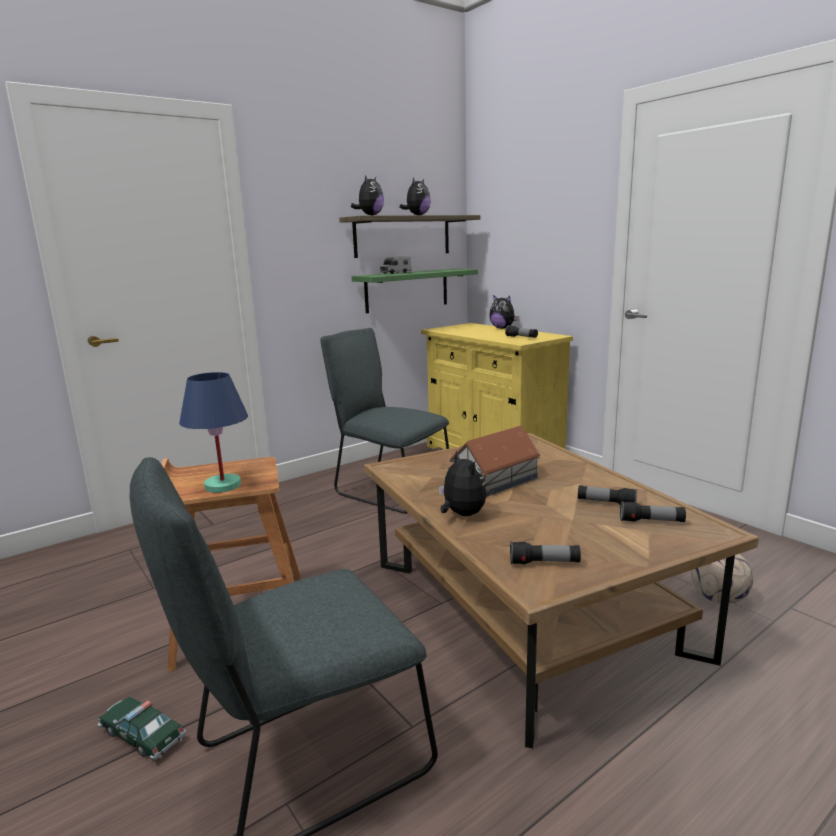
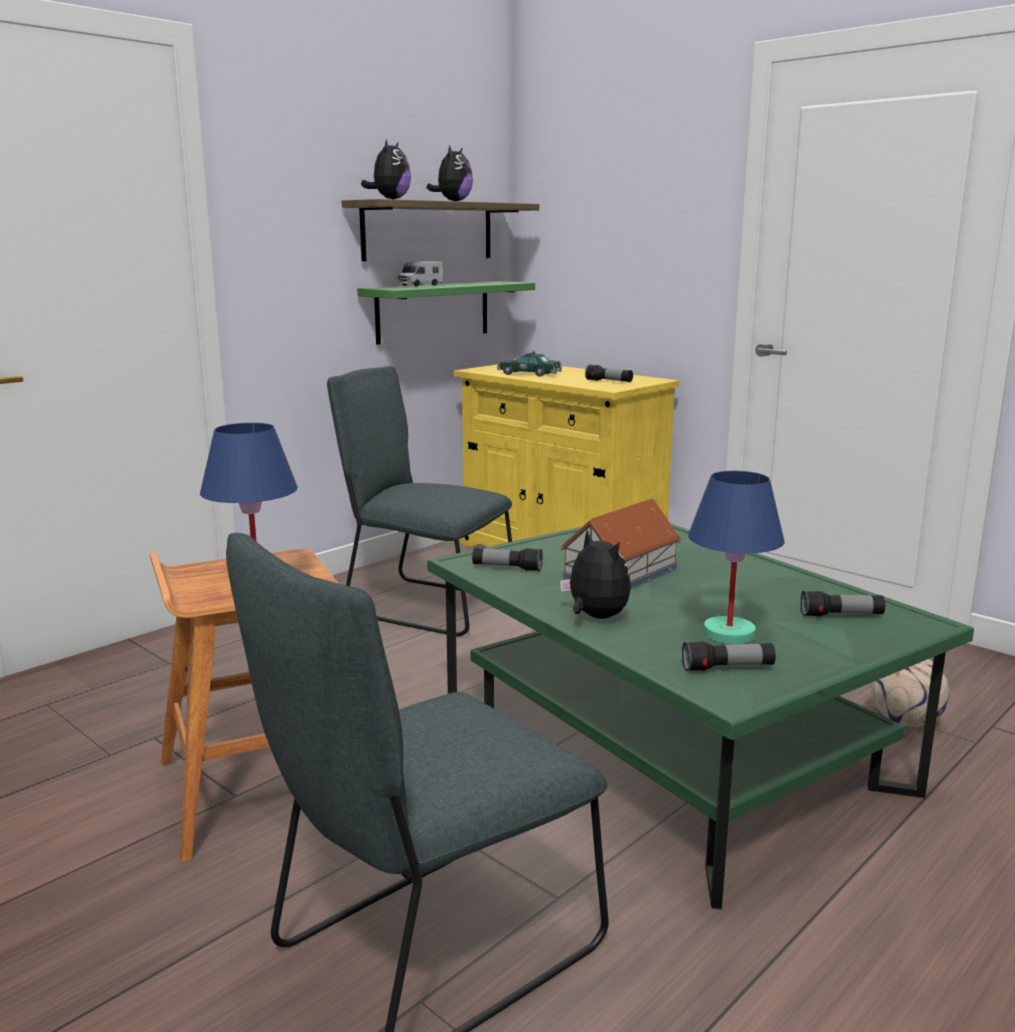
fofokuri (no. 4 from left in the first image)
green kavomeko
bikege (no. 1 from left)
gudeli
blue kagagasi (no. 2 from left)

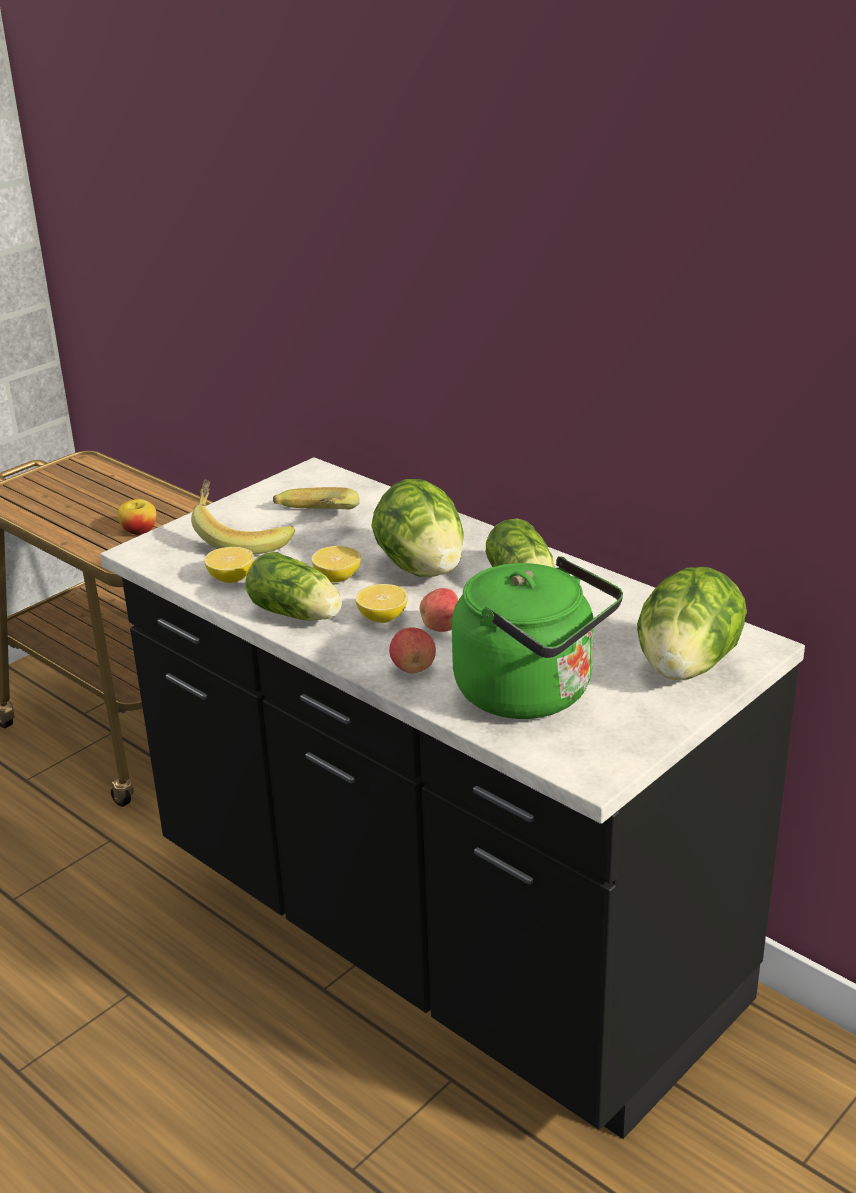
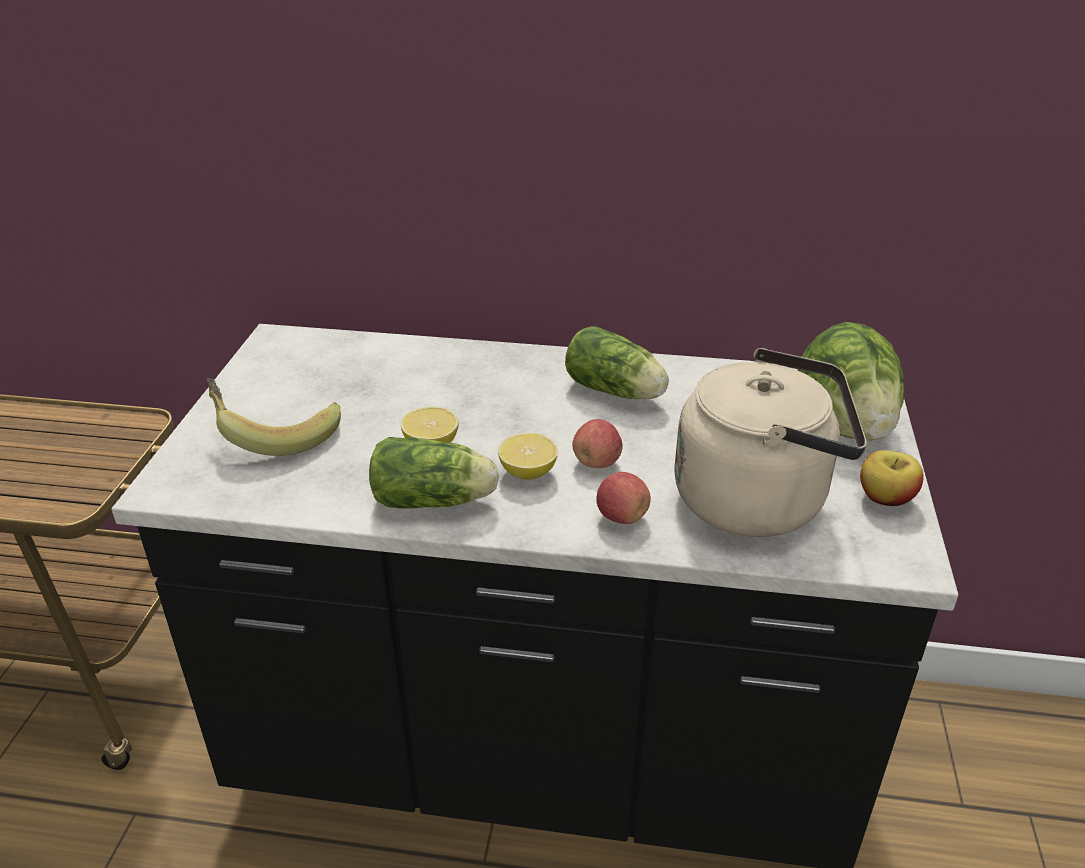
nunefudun (no. 2 from left in the first image)
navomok (no. 2 from left in the first image)
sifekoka (no. 3 from left)
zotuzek (no. 1 from left in the first image)
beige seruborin

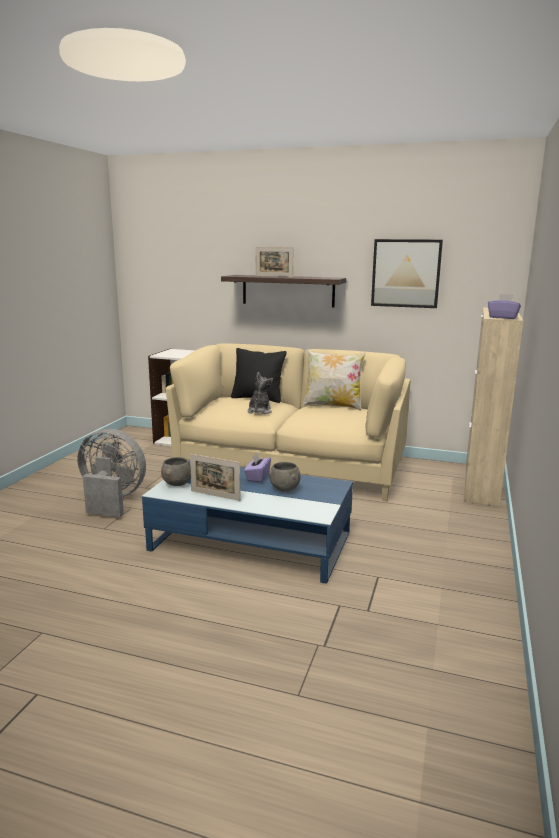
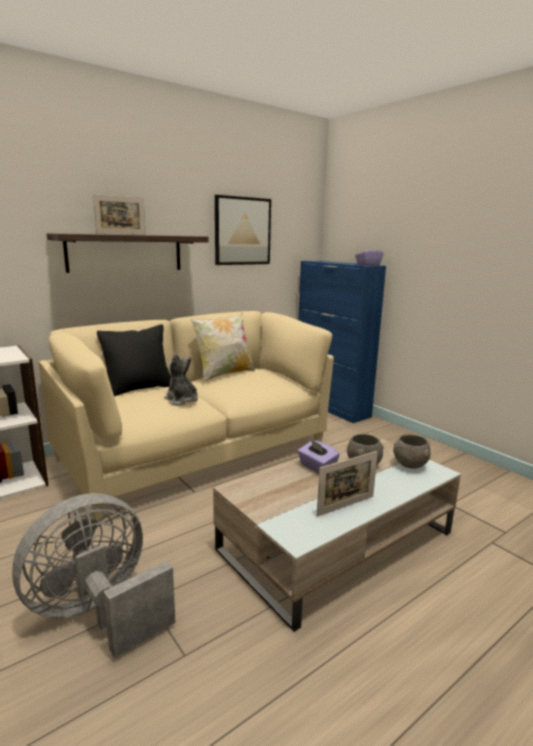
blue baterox
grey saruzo (no. 2 from left)
beige kavomeko

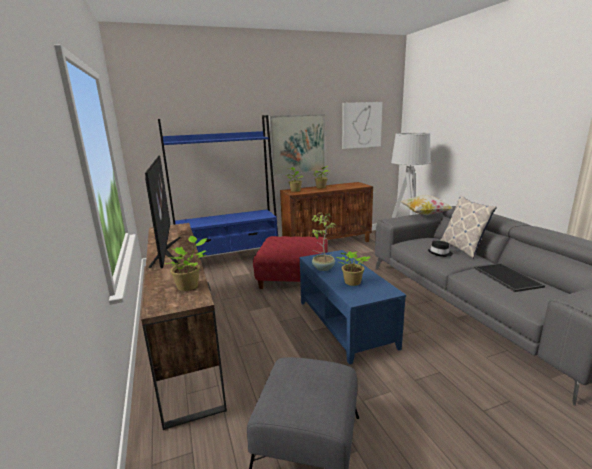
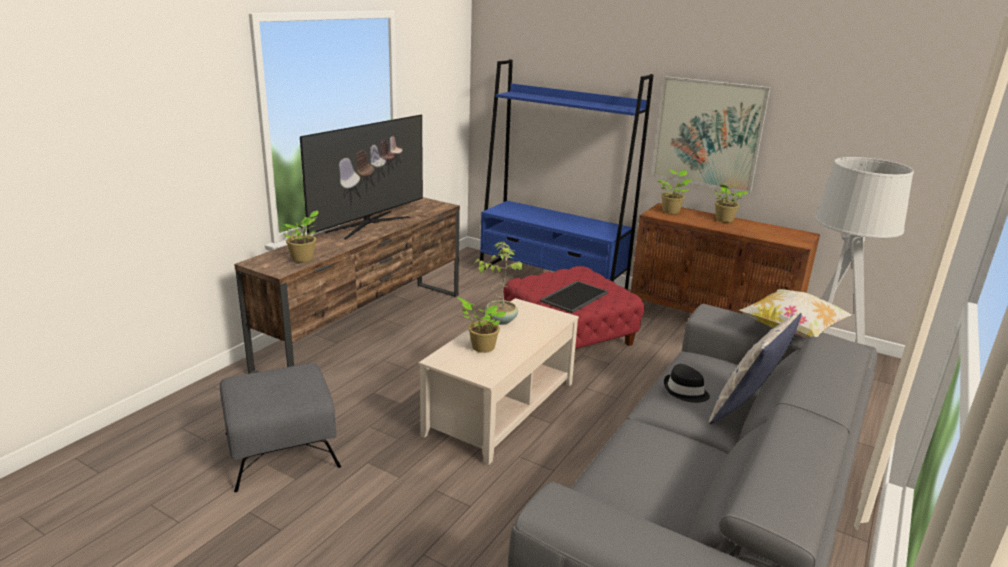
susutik (no. 2 from left in the first image)
beige kavomeko
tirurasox

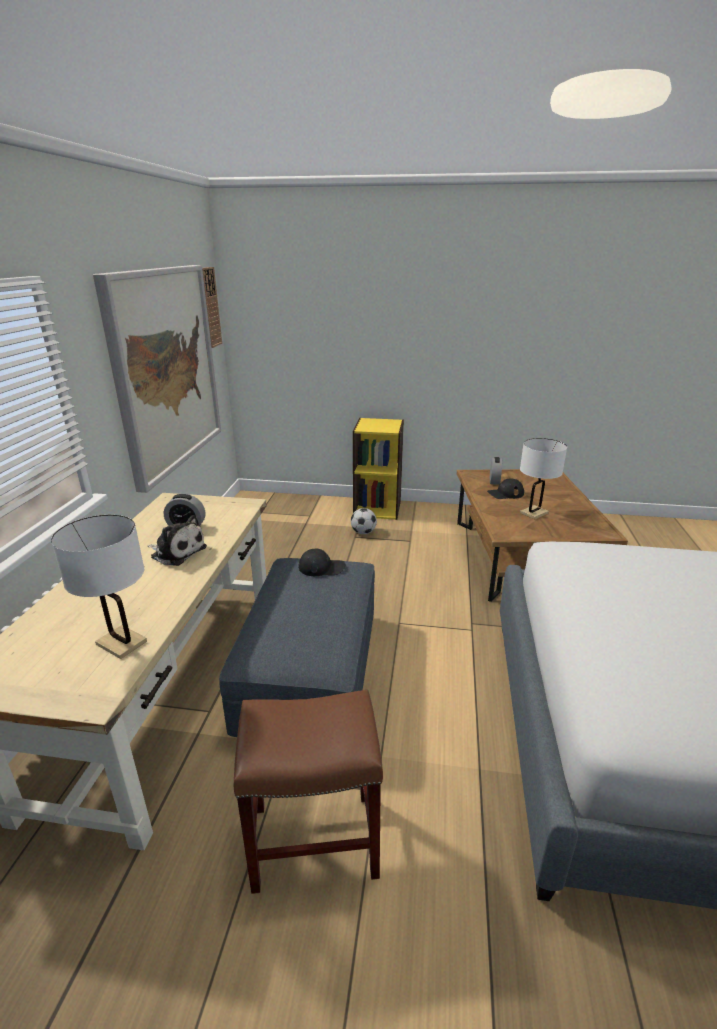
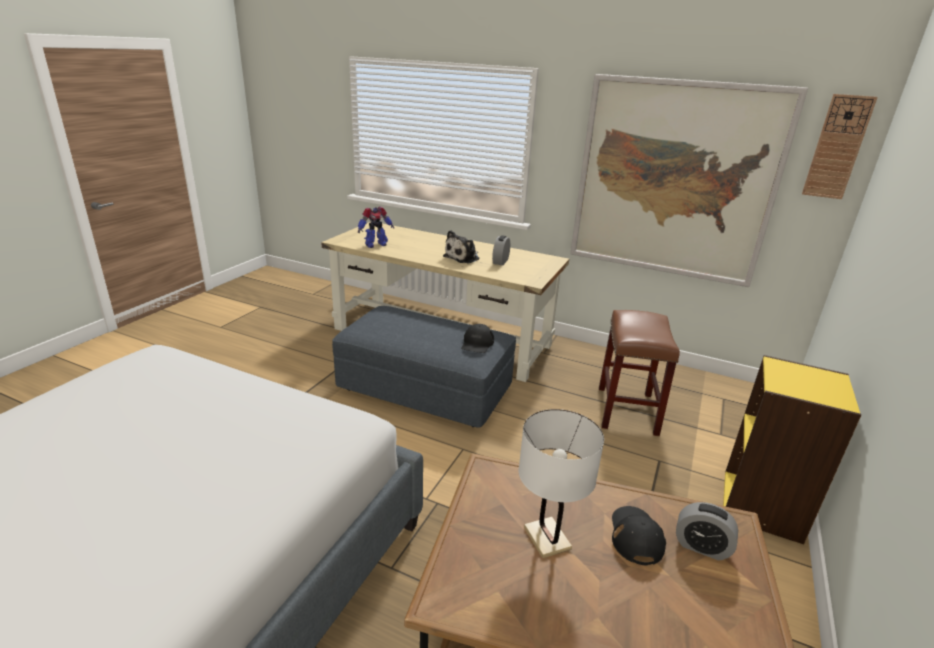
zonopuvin
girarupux
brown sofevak

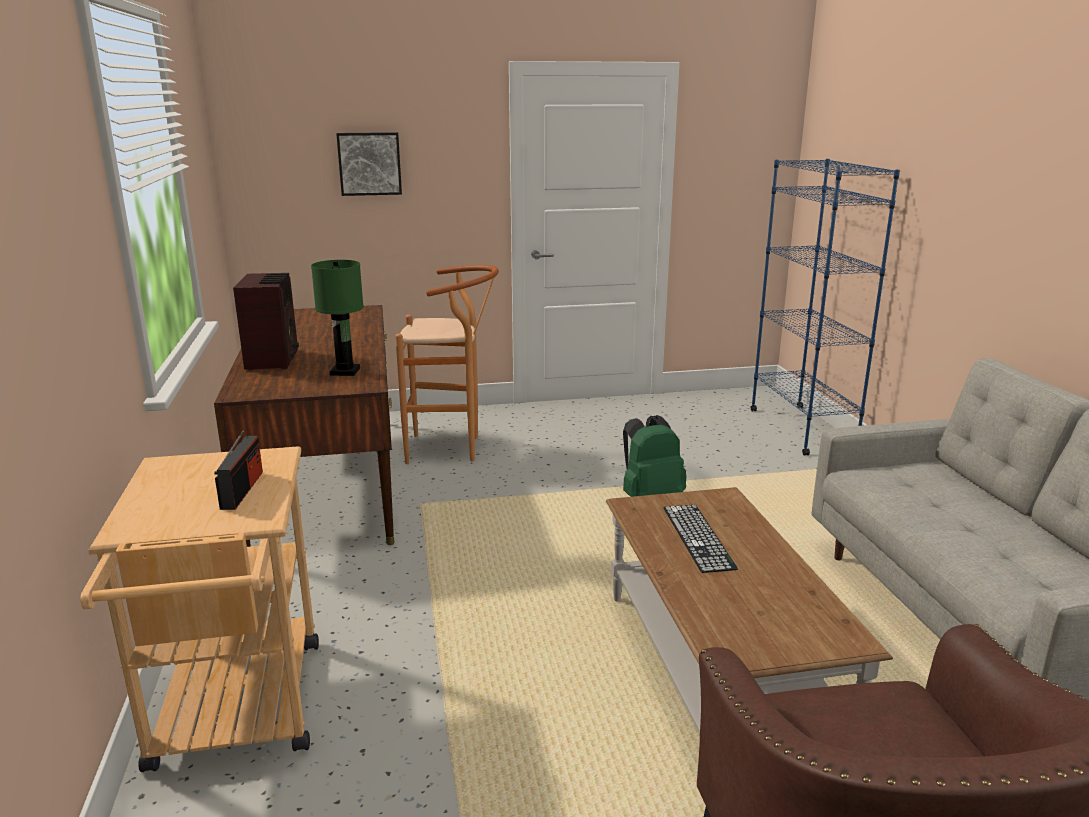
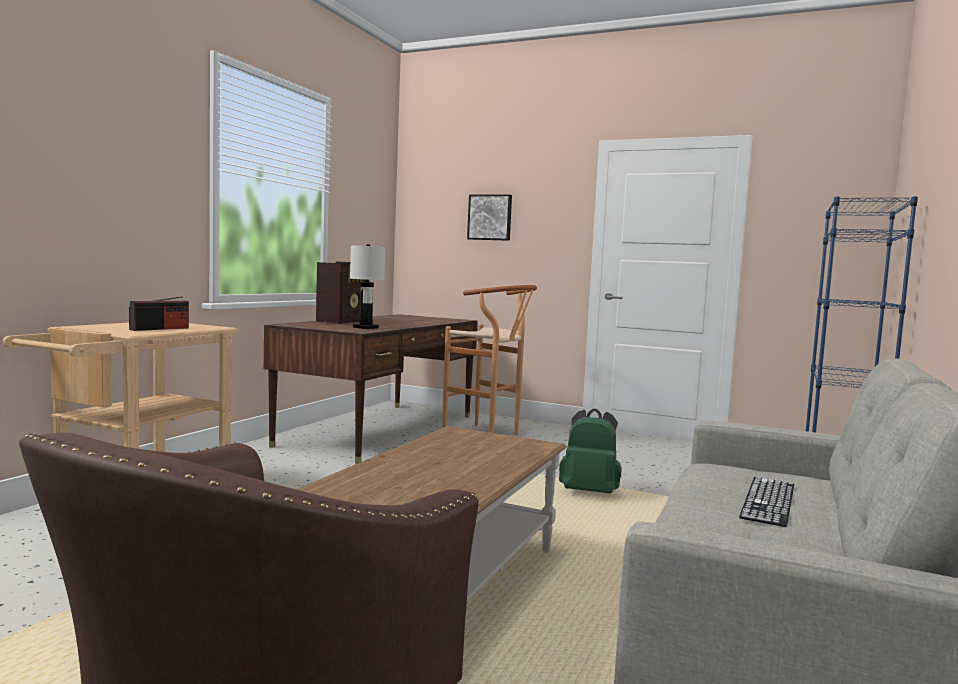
white kagagasi
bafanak

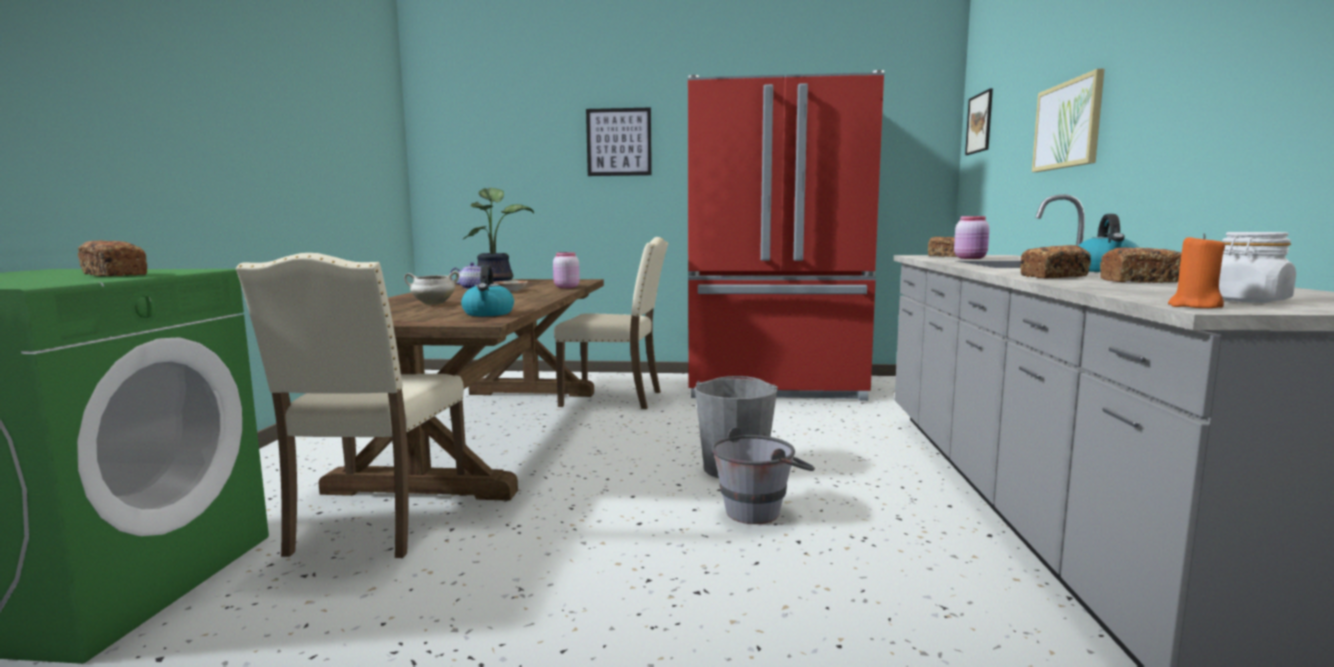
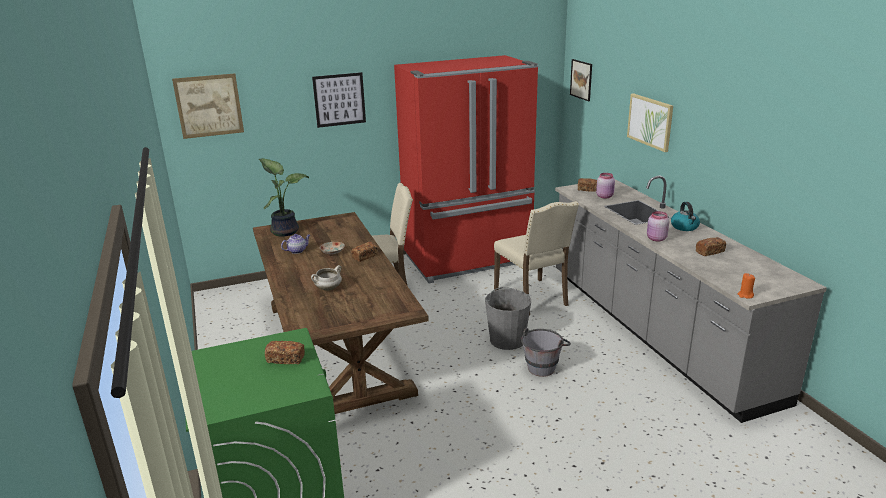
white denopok
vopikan (no. 2 from left)
pink denopok (no. 2 from left)
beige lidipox (no. 2 from left)
seruborin (no. 1 from left in the first image)
susutik (no. 1 from left)

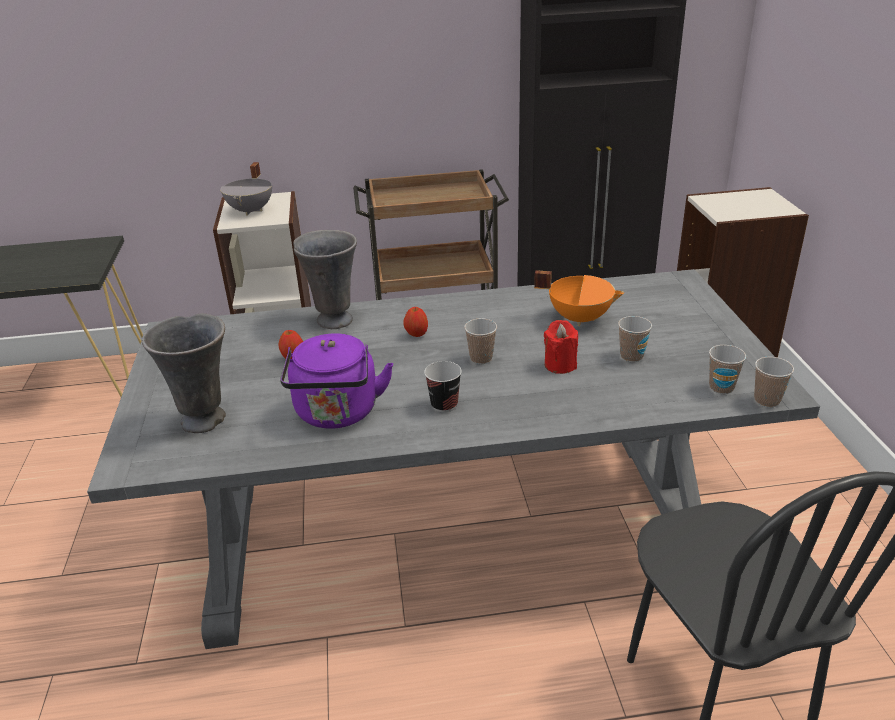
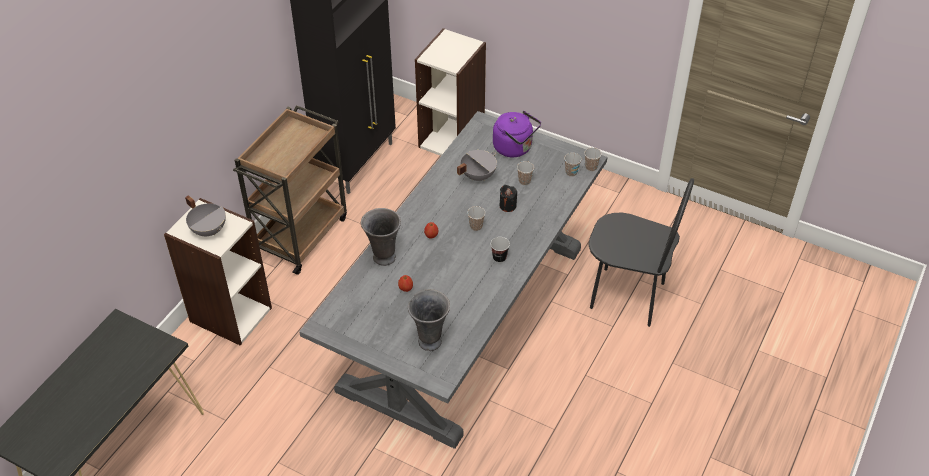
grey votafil (no. 2 from left)
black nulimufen
purple seruborin

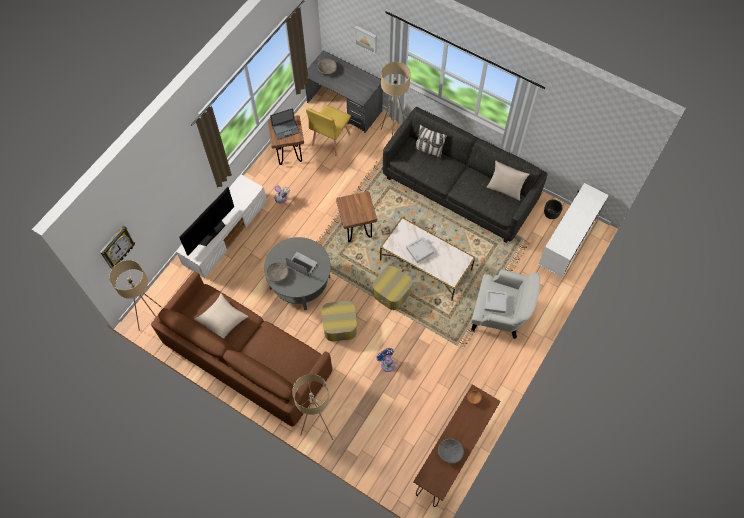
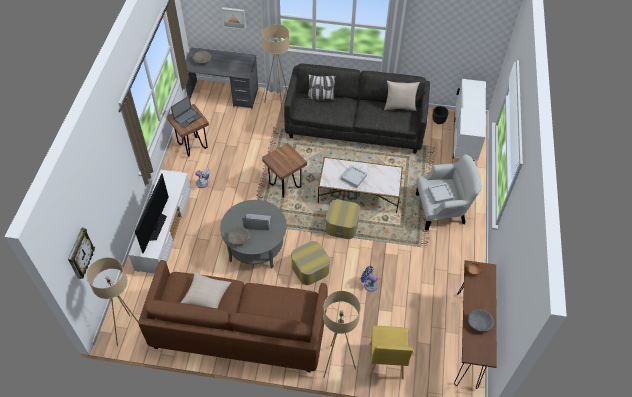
yellow lidipox

